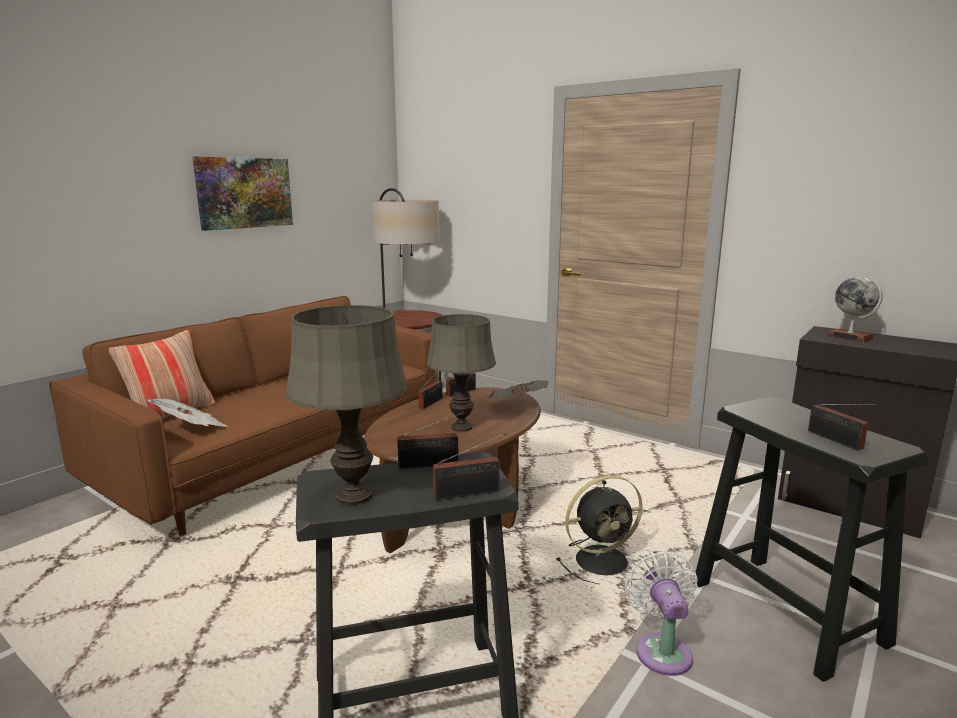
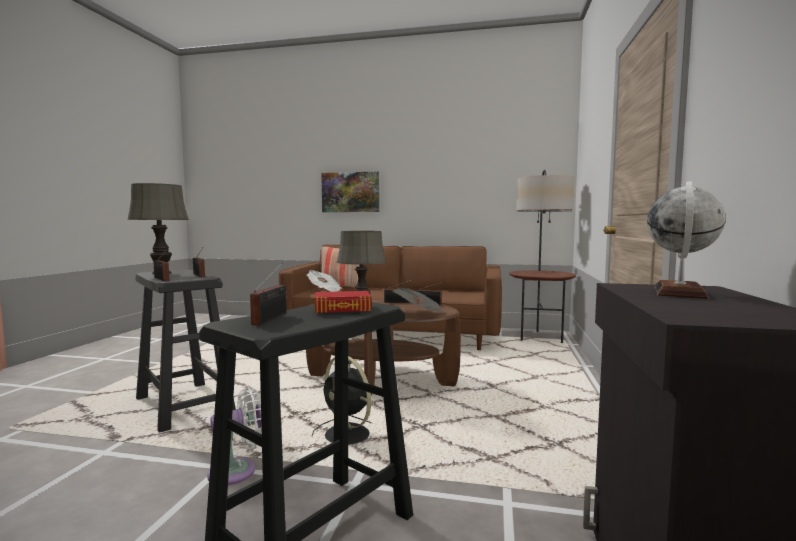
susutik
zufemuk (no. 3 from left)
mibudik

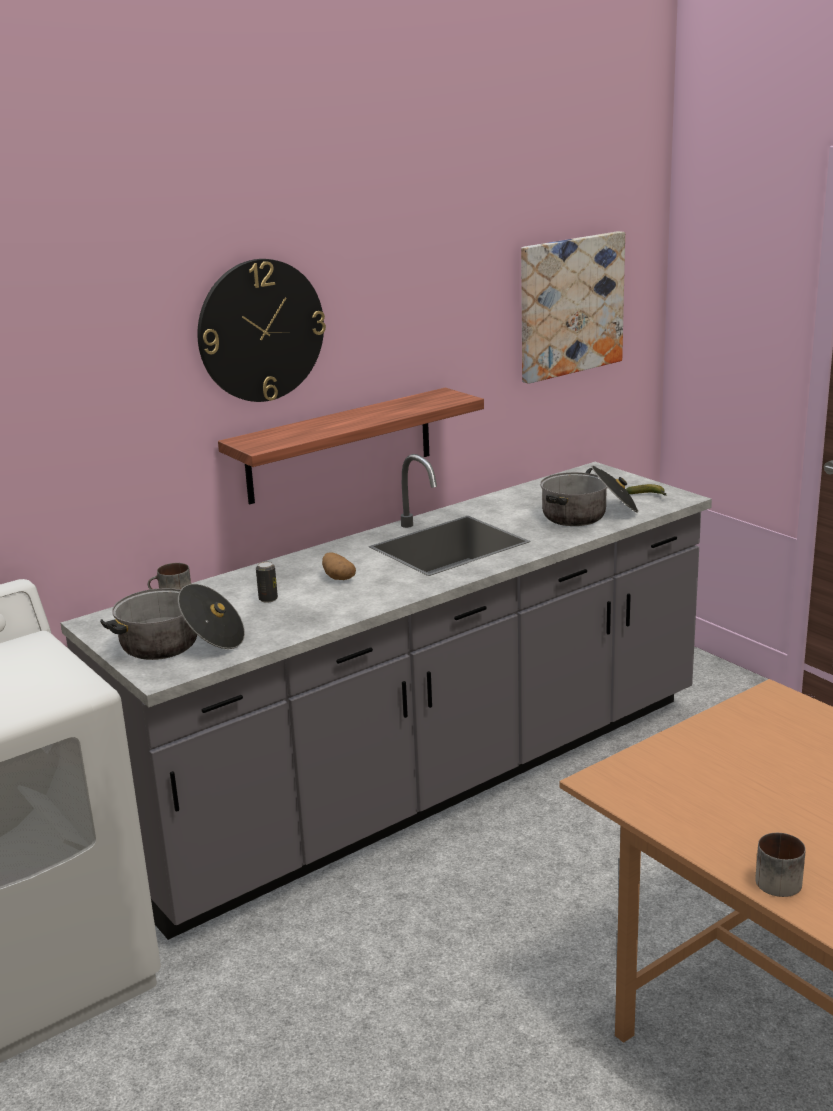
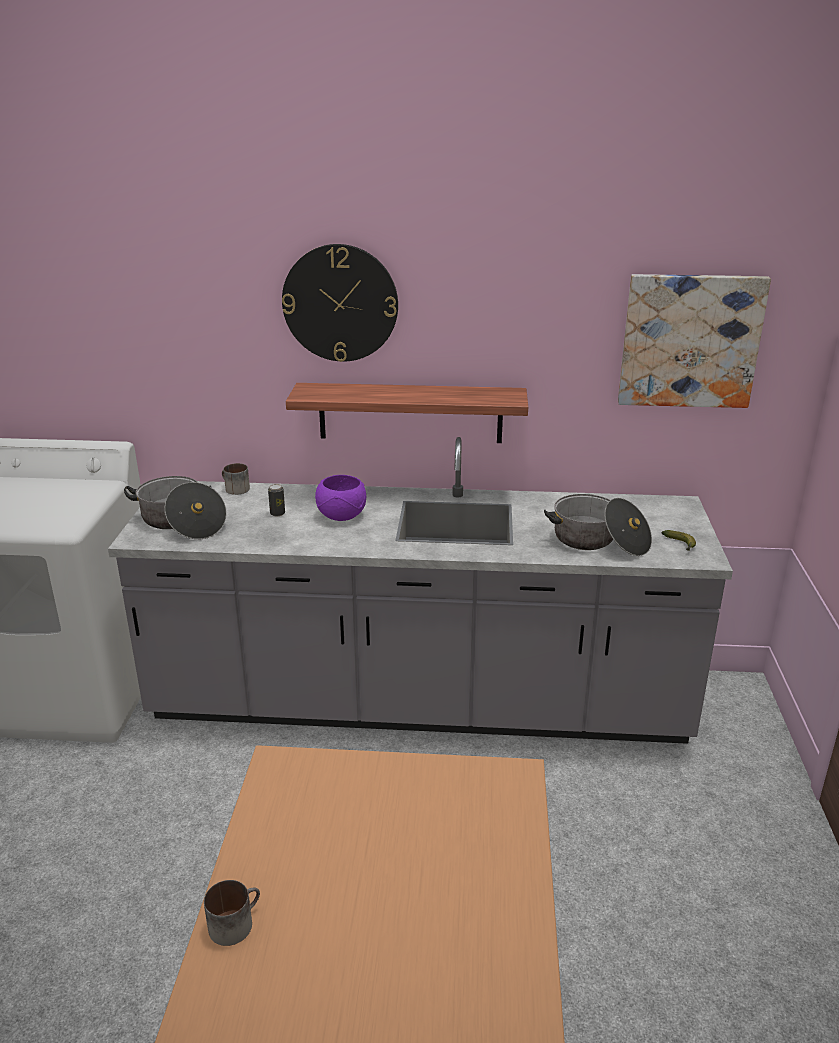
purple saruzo

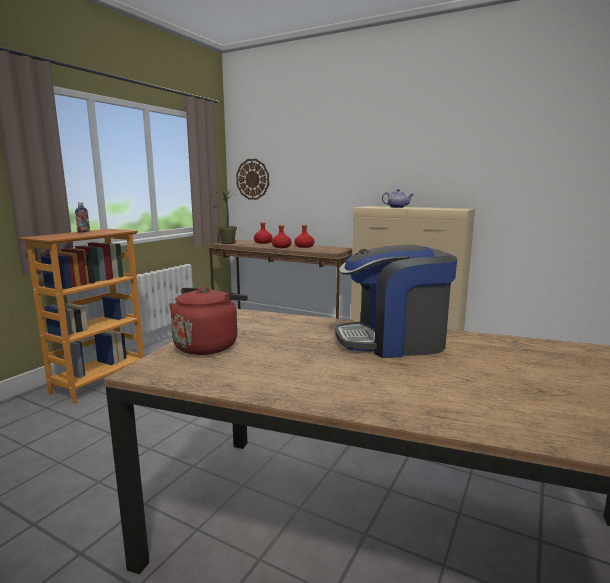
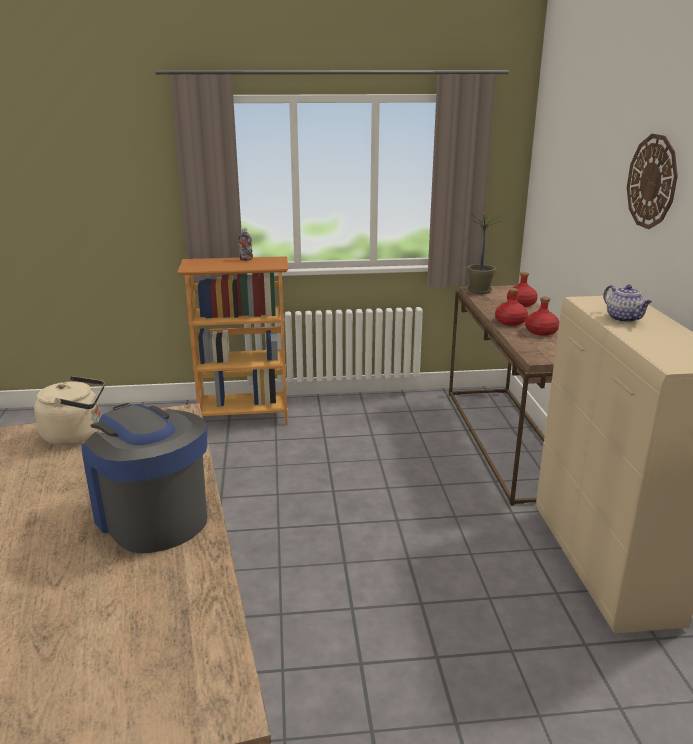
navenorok
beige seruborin

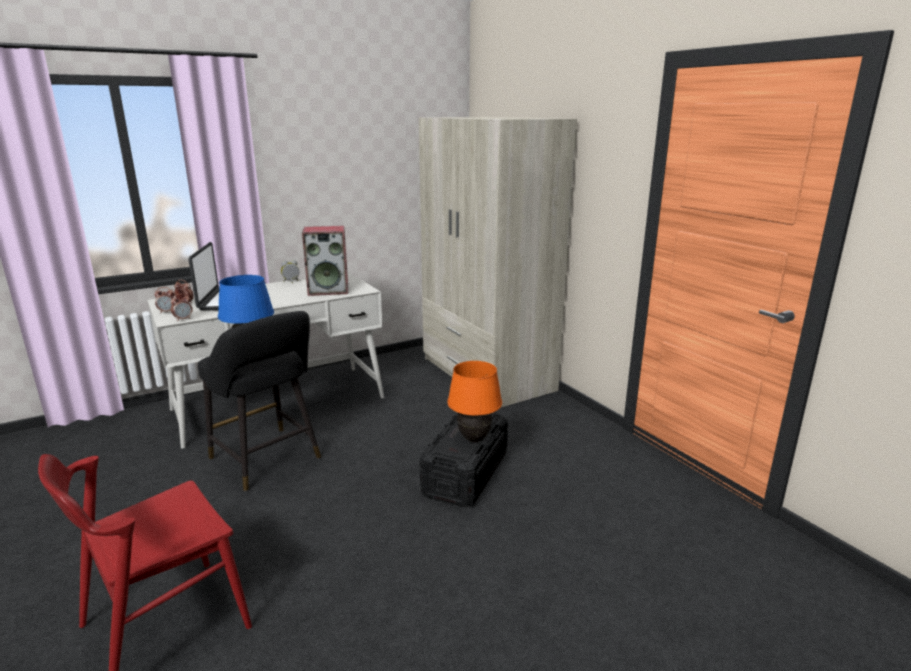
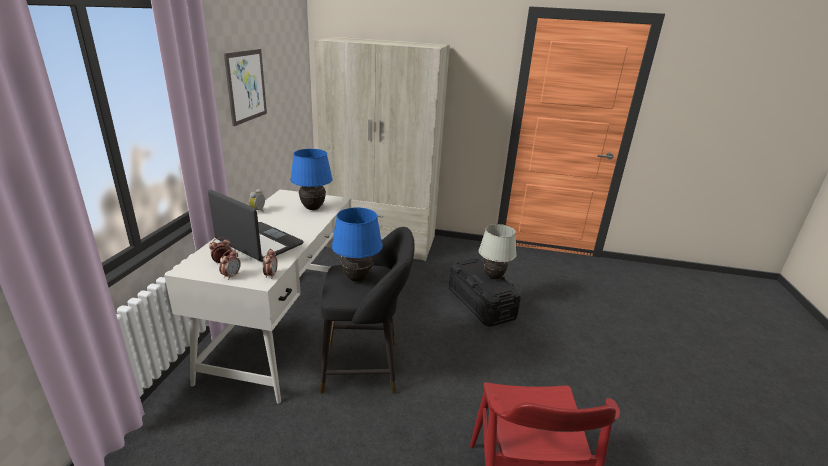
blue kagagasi (no. 1 from left)
white kagagasi
susutik

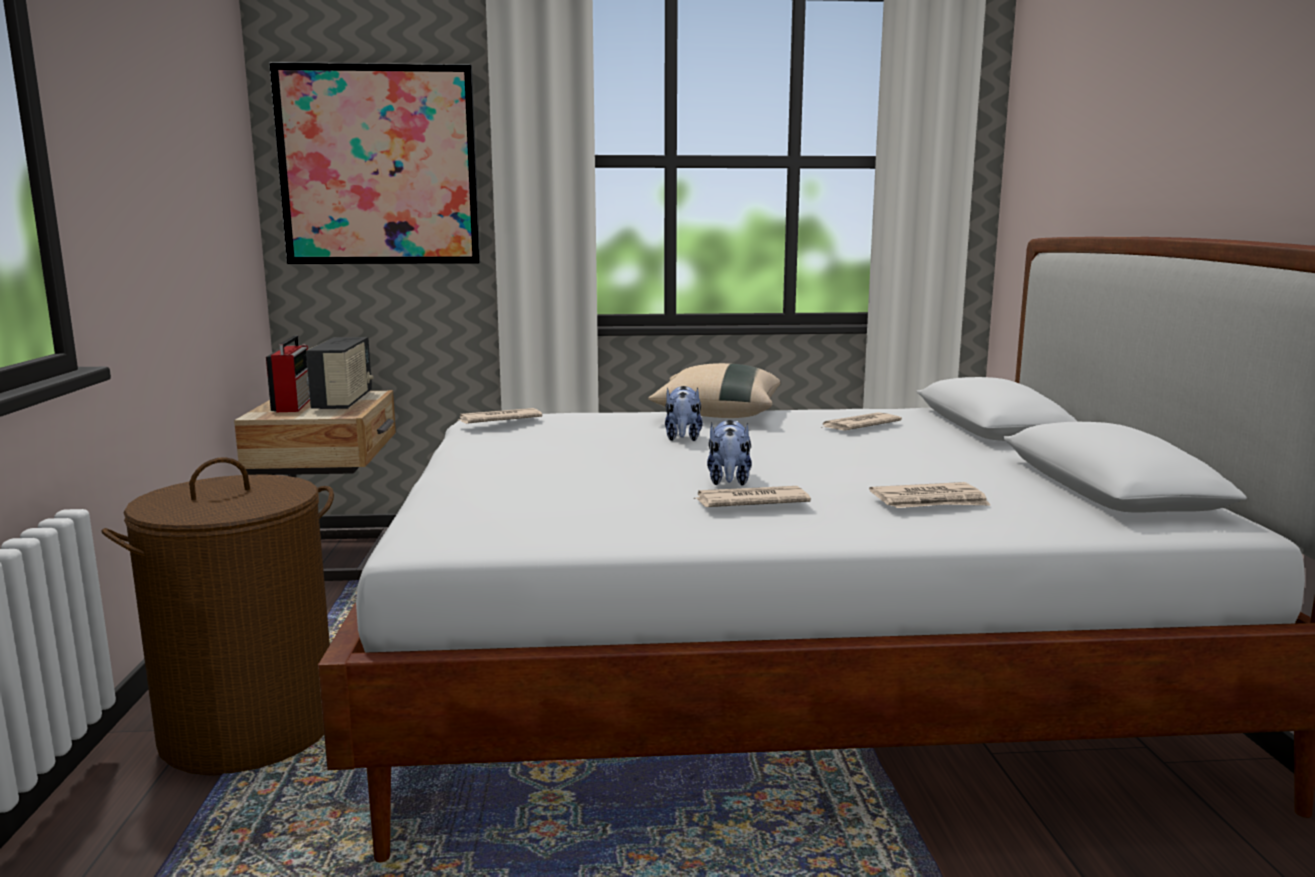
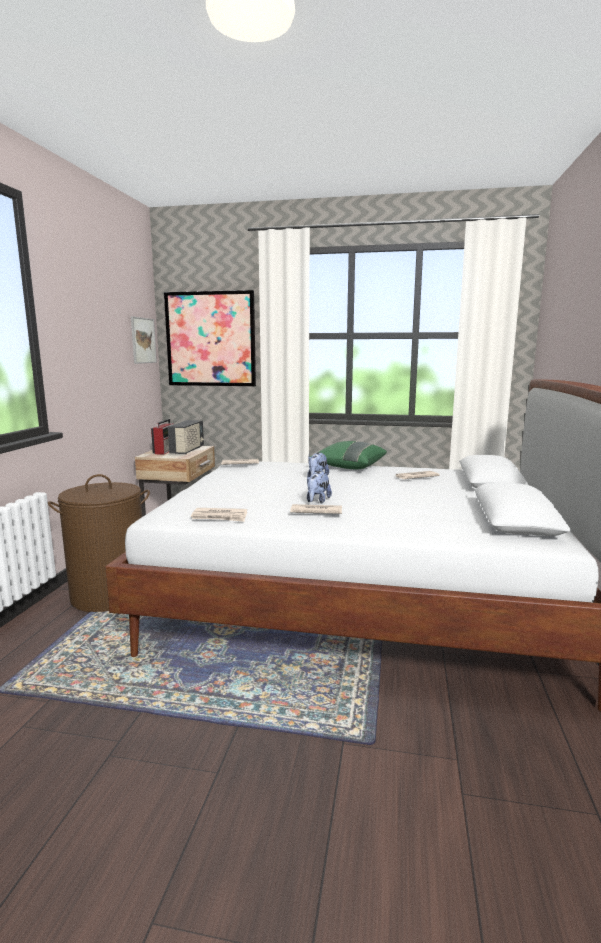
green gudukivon
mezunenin (no. 1 from left)
susutik (no. 1 from left)

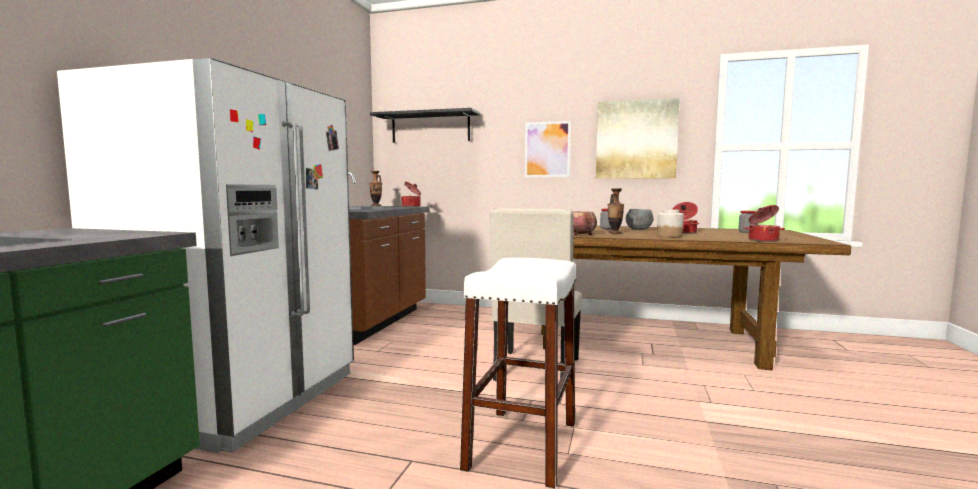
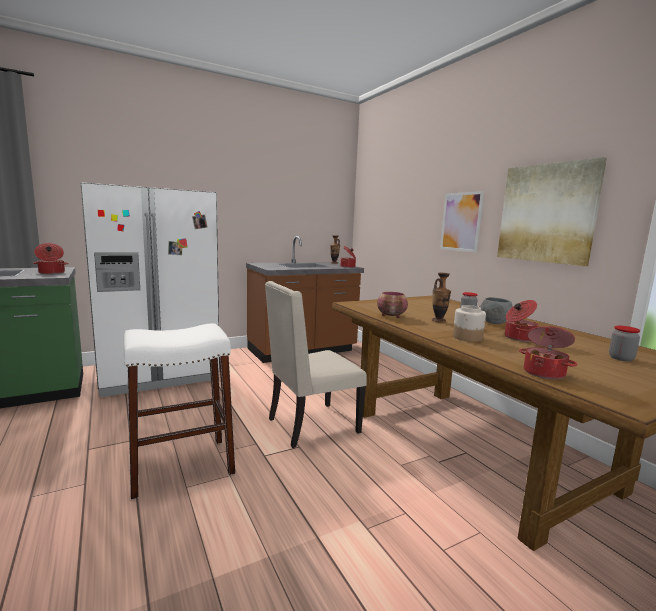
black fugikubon
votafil (no. 1 from left)

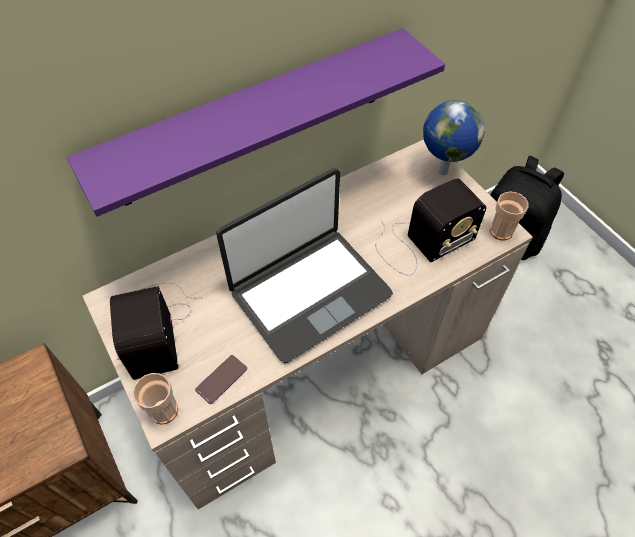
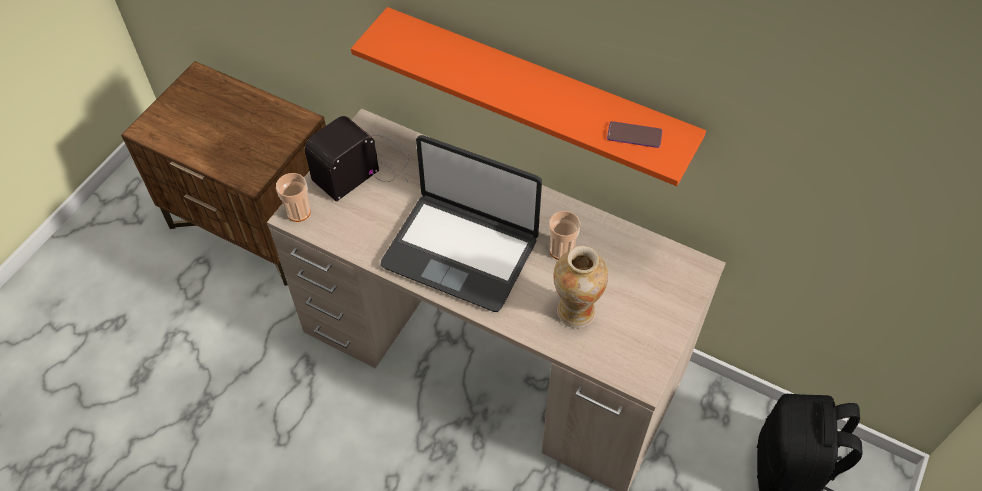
orange fugikubon
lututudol
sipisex
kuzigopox (no. 2 from left)
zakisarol

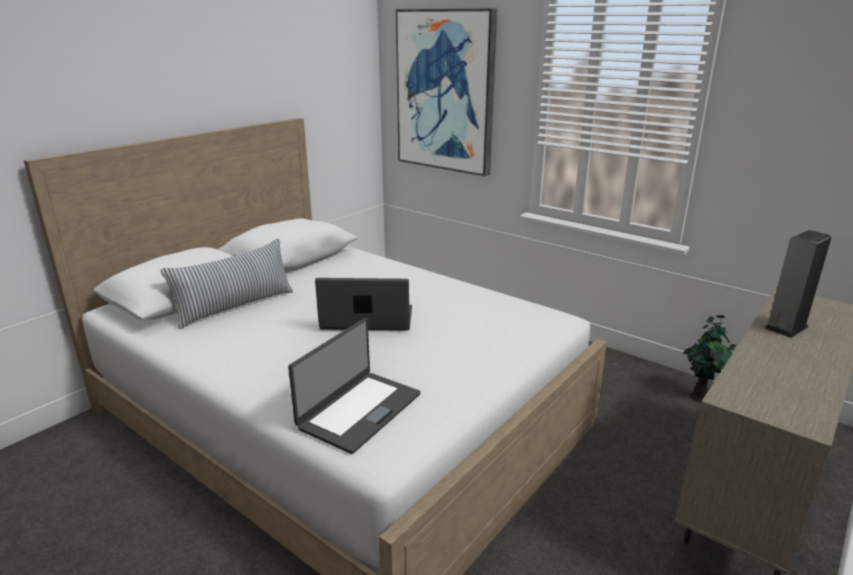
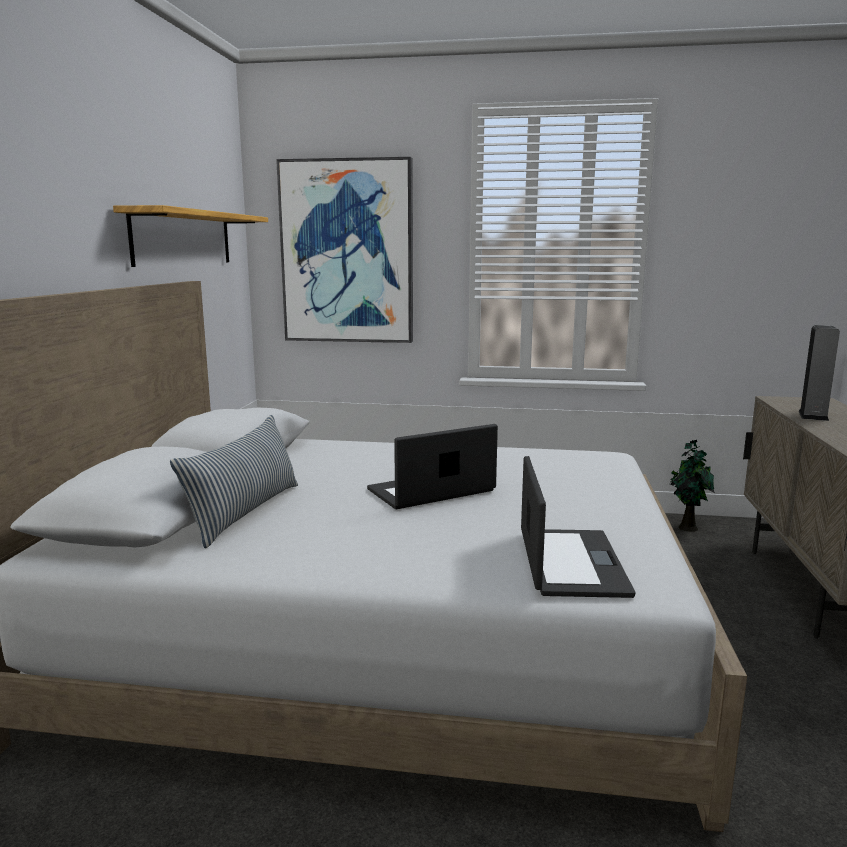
fugikubon

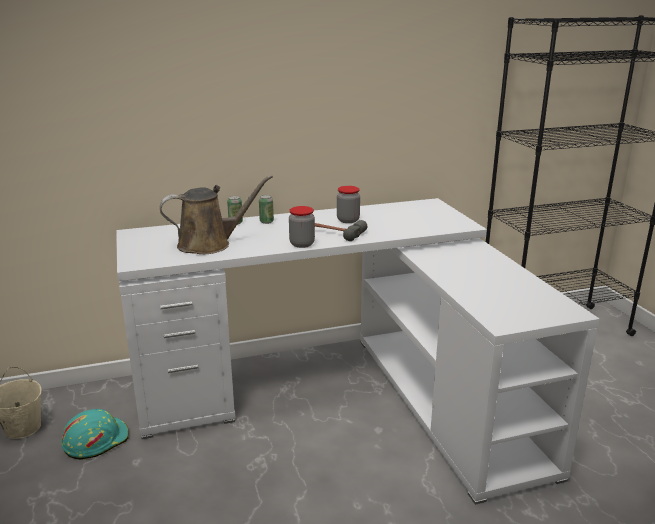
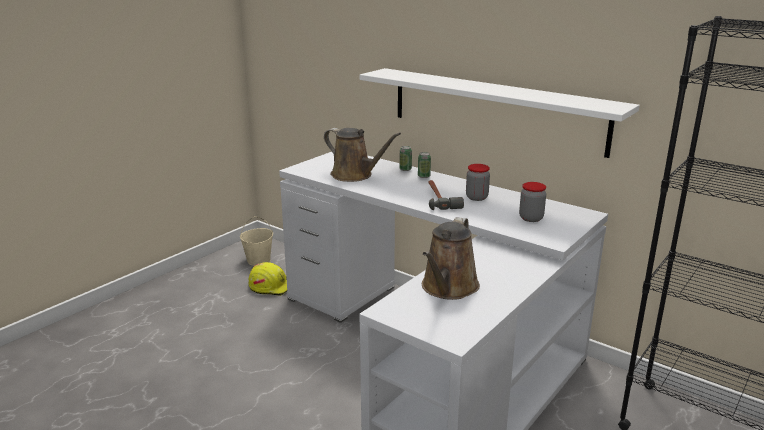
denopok (no. 2 from left)
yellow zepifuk
white fugikubon
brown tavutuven (no. 2 from left)

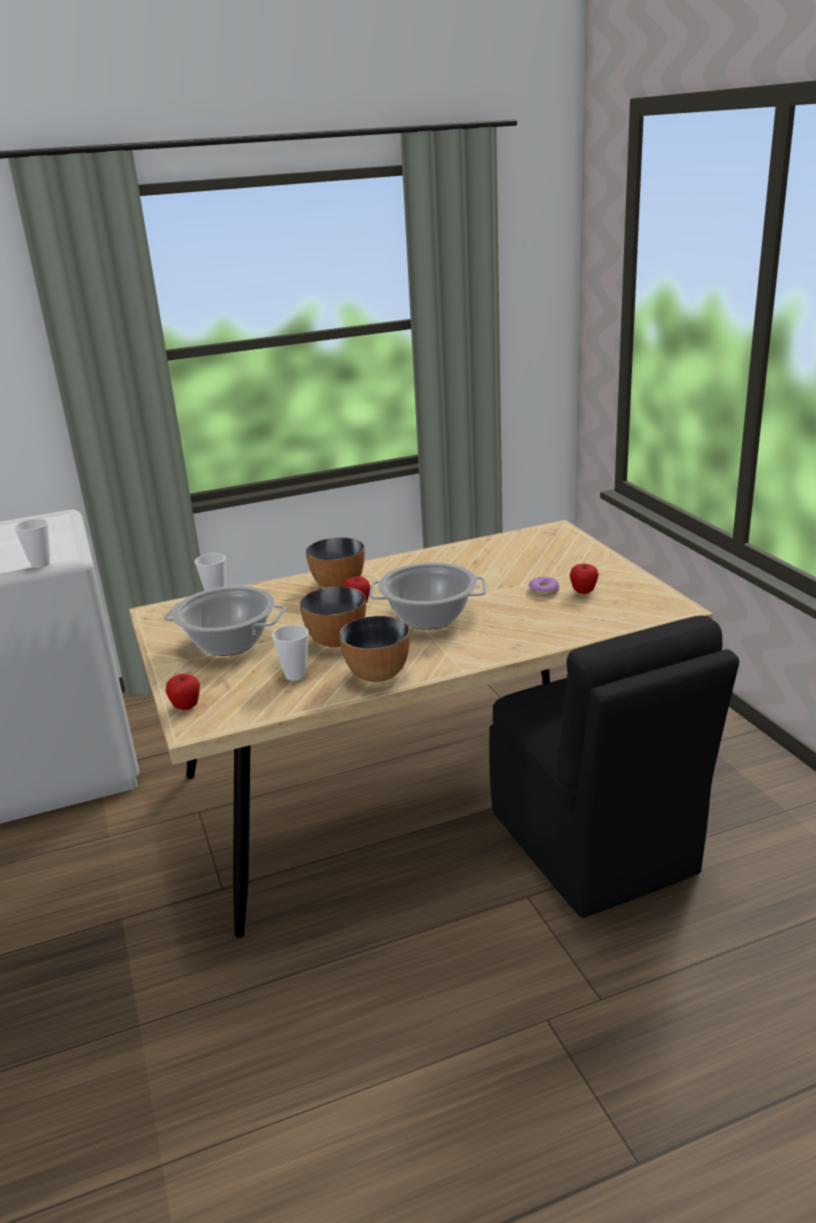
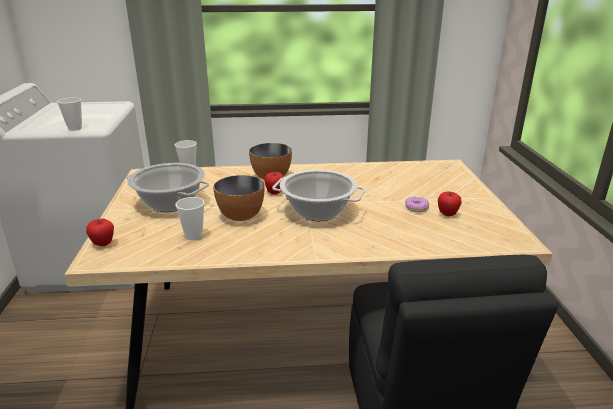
saruzo (no. 3 from left in the first image)

